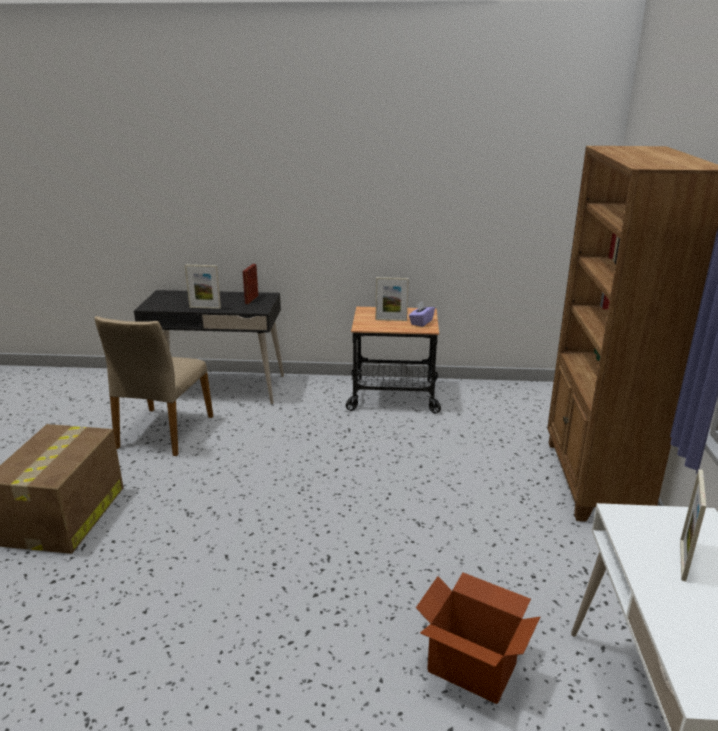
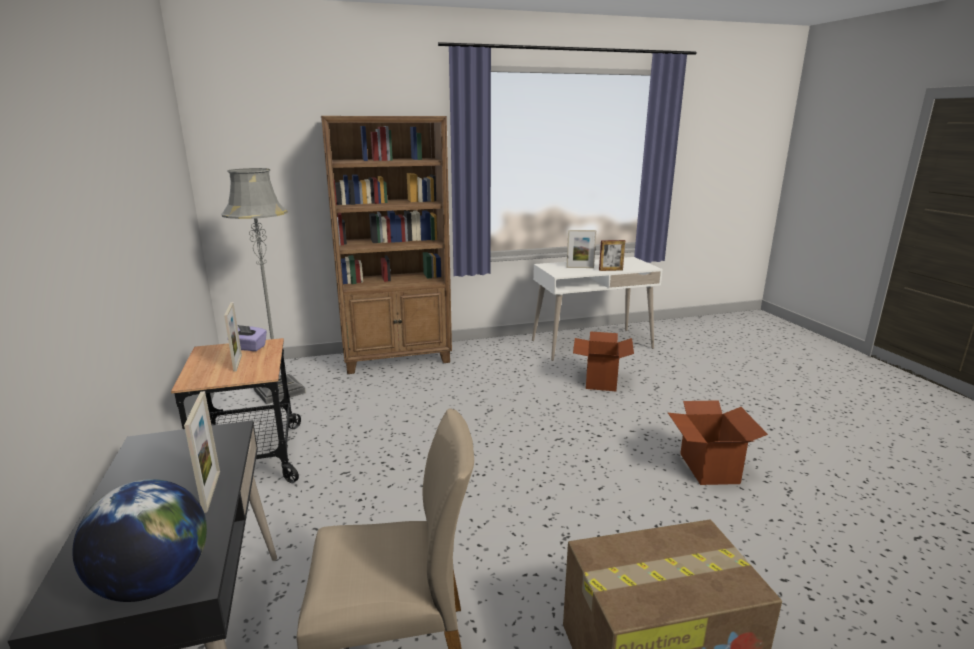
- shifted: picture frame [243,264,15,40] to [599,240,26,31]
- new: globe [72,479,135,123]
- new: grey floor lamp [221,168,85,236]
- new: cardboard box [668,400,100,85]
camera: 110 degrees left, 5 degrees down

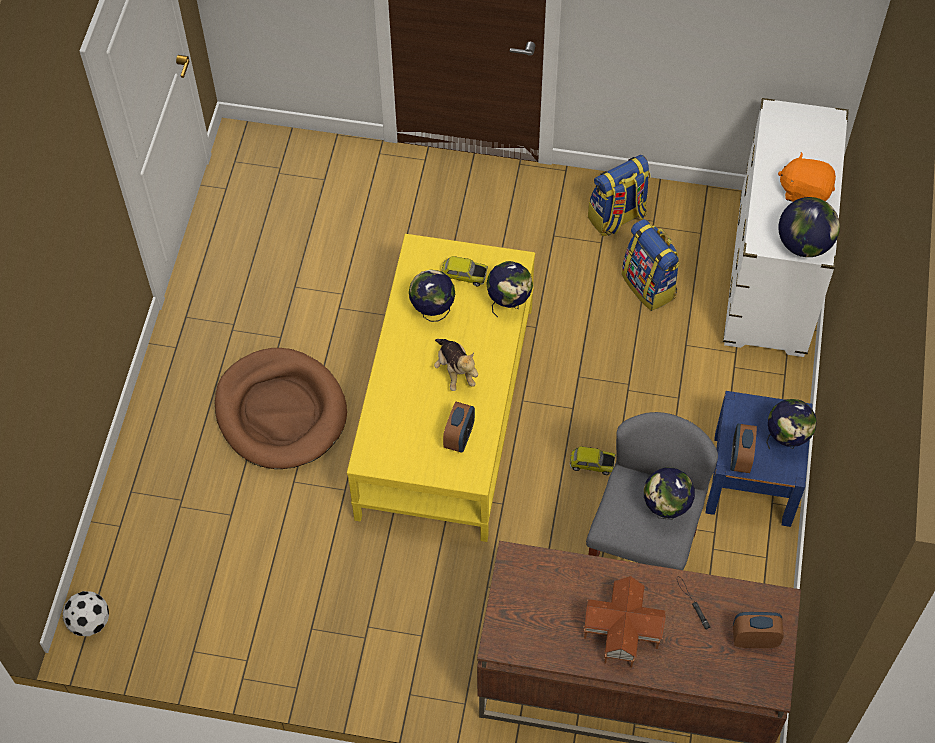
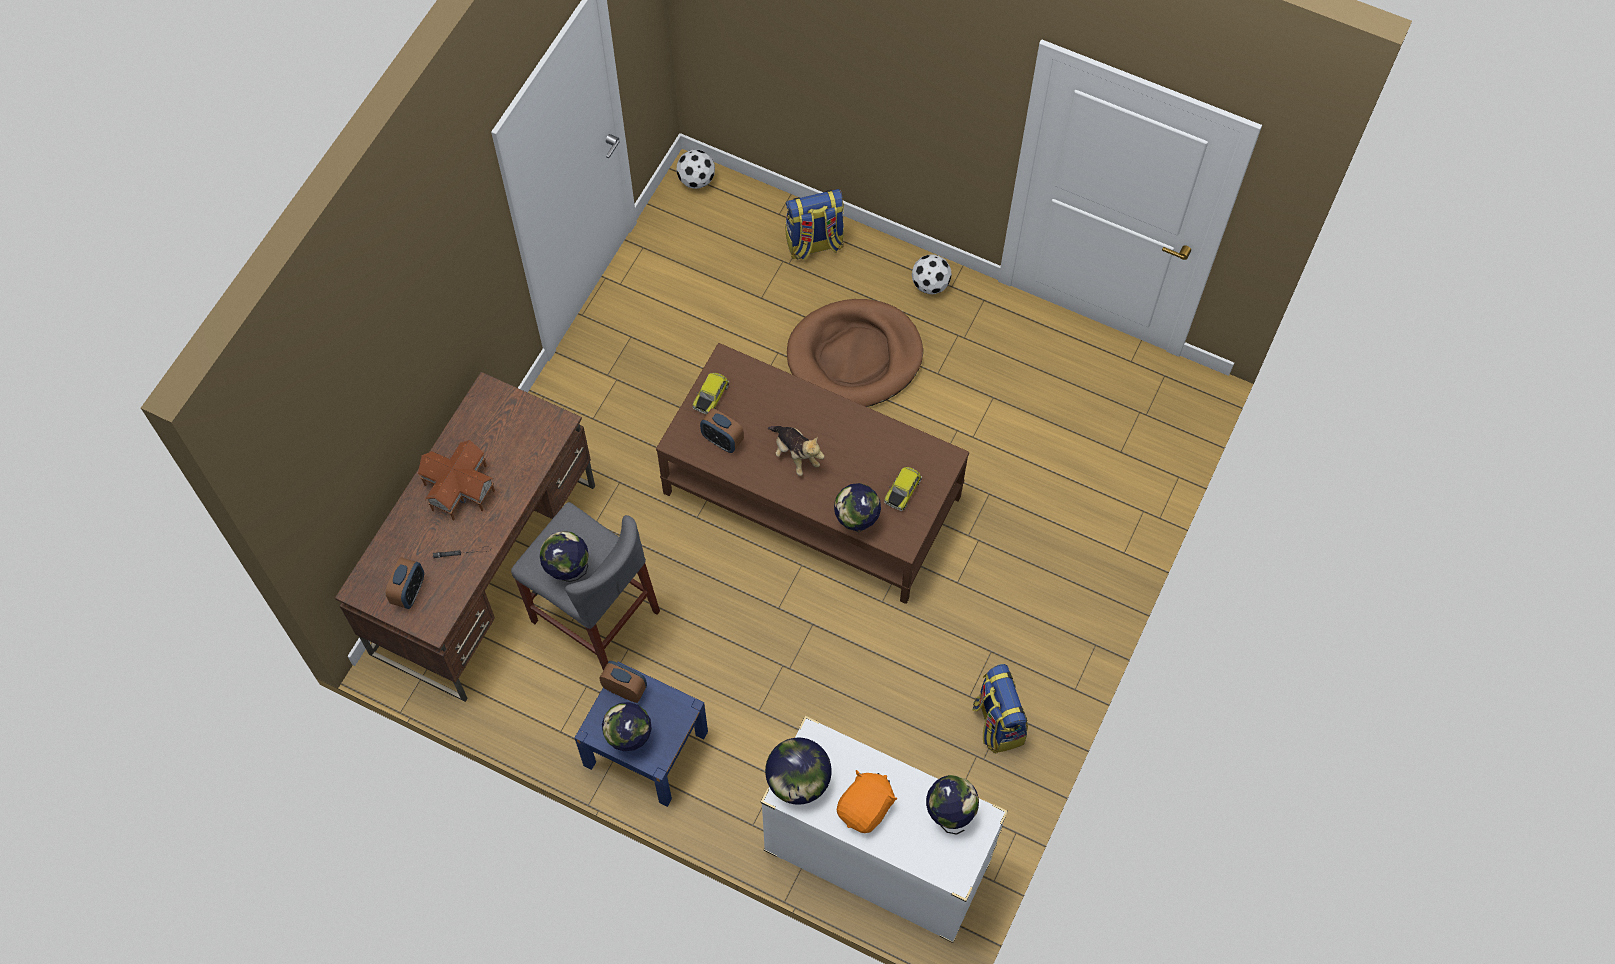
- repainted: yellow coffee table [347,234,188,308] to brown coffee table [656,343,313,261]
- shifted: globe [409,270,46,52] to [926,775,53,60]
- rotated: plush toy [434,339,44,52] = [768,426,57,50] 120 degrees counterclockwise
- shifted: toy car [570,446,46,29] to [692,373,37,42]
- shifted: backpack [622,219,59,92] to [785,189,59,72]
- new: football [912,255,40,39]
camera: 105 degrees right, 5 degrees up

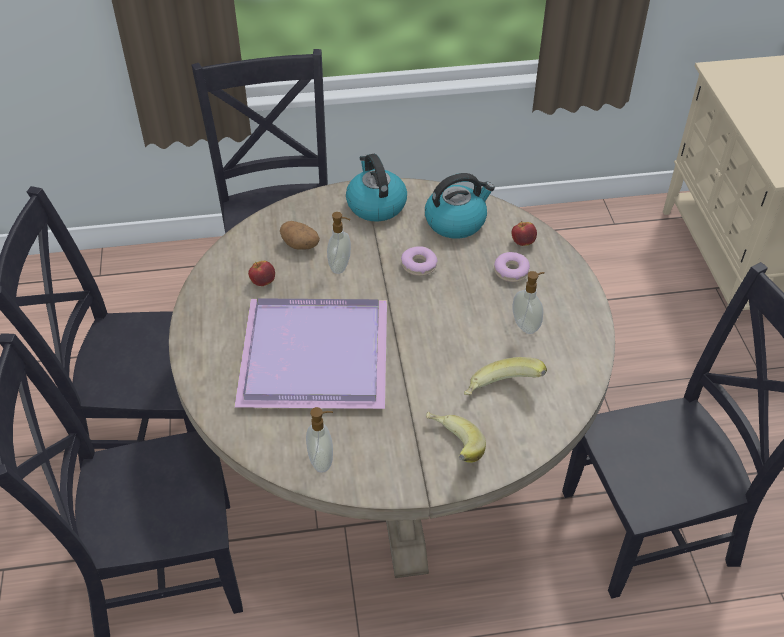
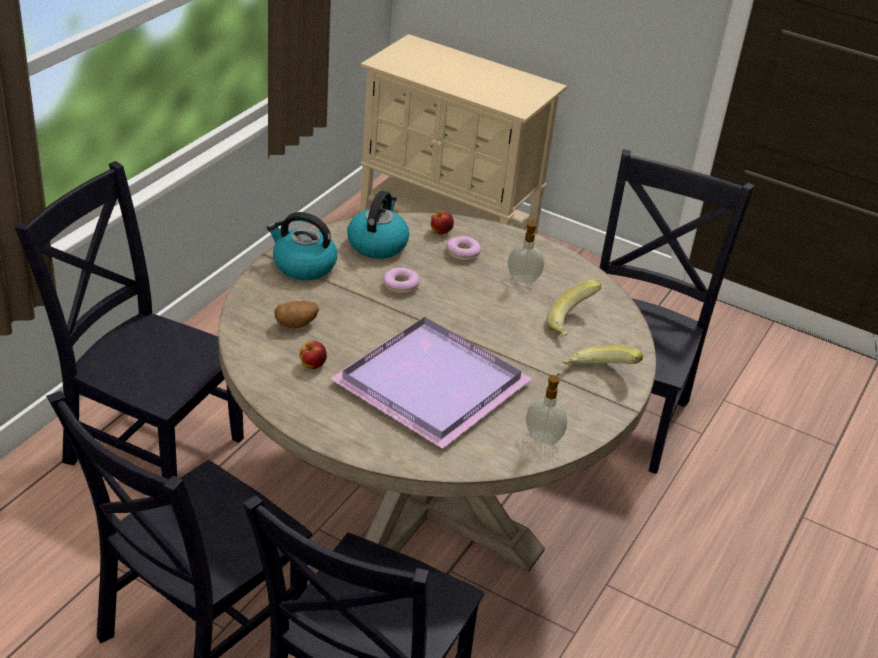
- gone: soap dispenser [327,212,24,62]
camera: 55 degrees left, 10 degrees down

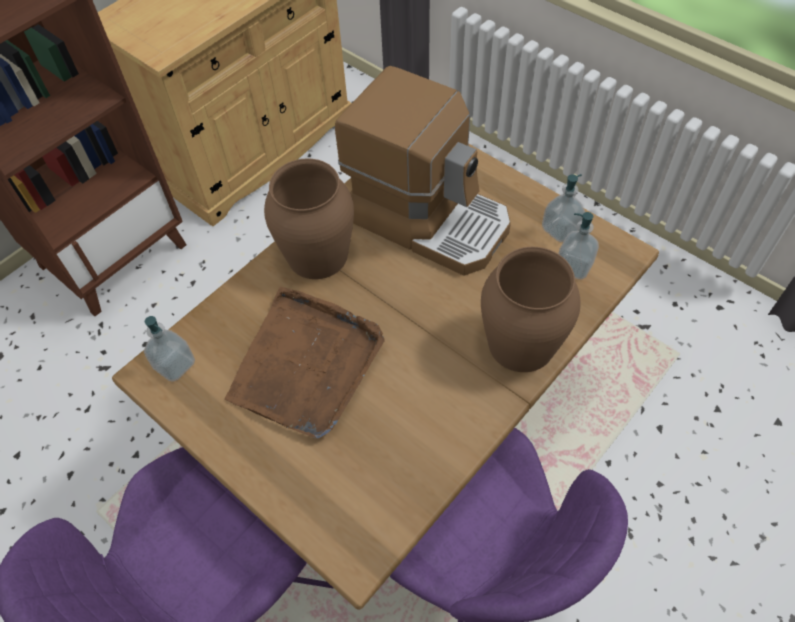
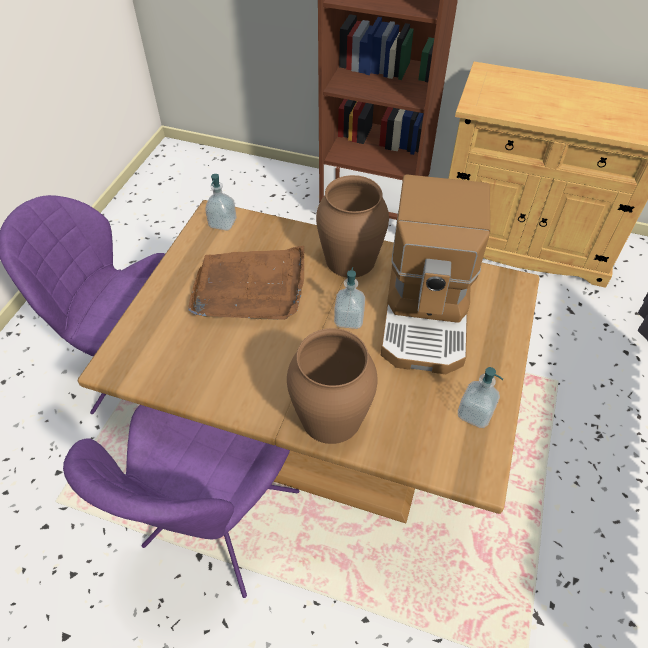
- shifted: soap dispenser [558,212,41,67] to [334,267,31,62]
camera: 65 degrees right, 5 degrees down

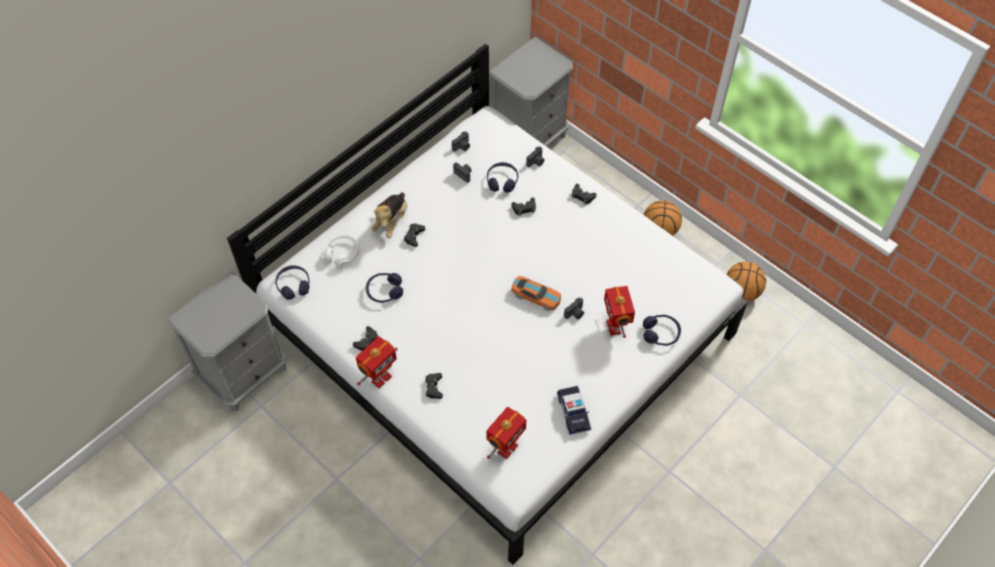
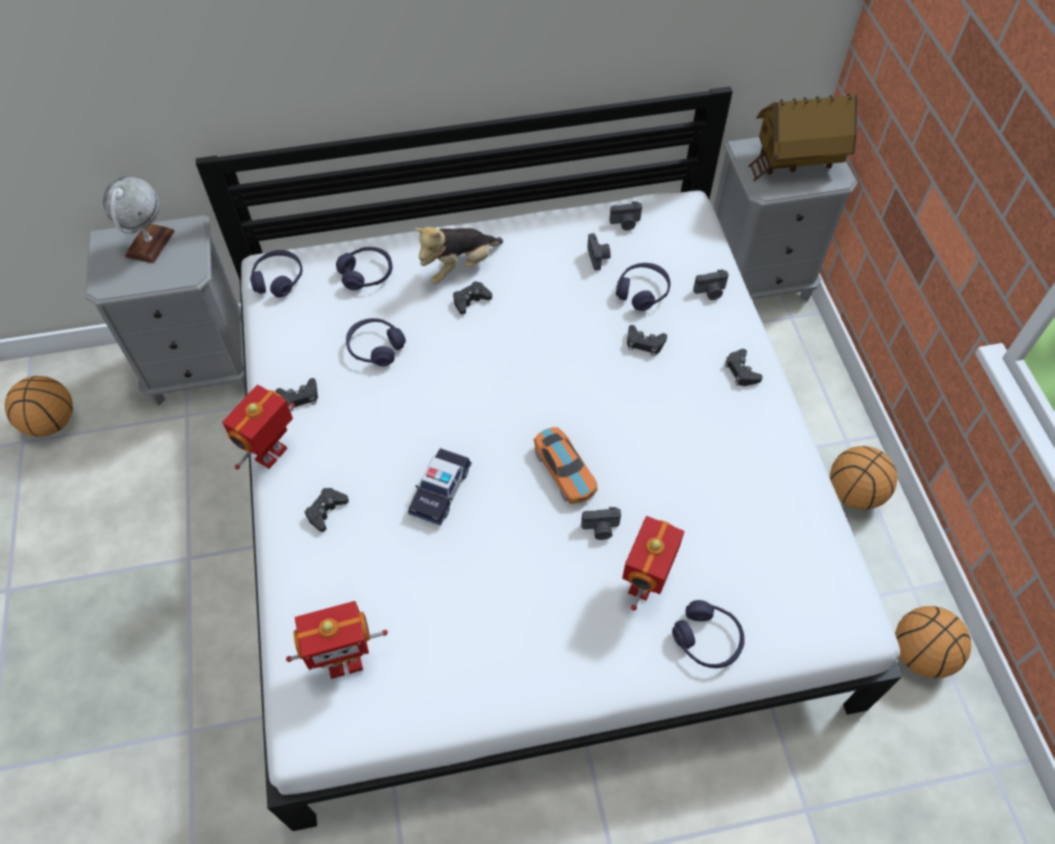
- repainted: white headphones [324,235,36,33] to purple headphones [336,247,57,43]
- rotated: toy robot [356,336,42,53] = [222,385,73,84] 135 degrees clockwise
- shifted: toy car [557,386,34,49] to [408,448,64,78]
- new: basketball [4,376,69,61]
- new: globe [103,177,72,86]
- new: toy house [748,94,109,87]
camera: 35 degrees right, 0 degrees up

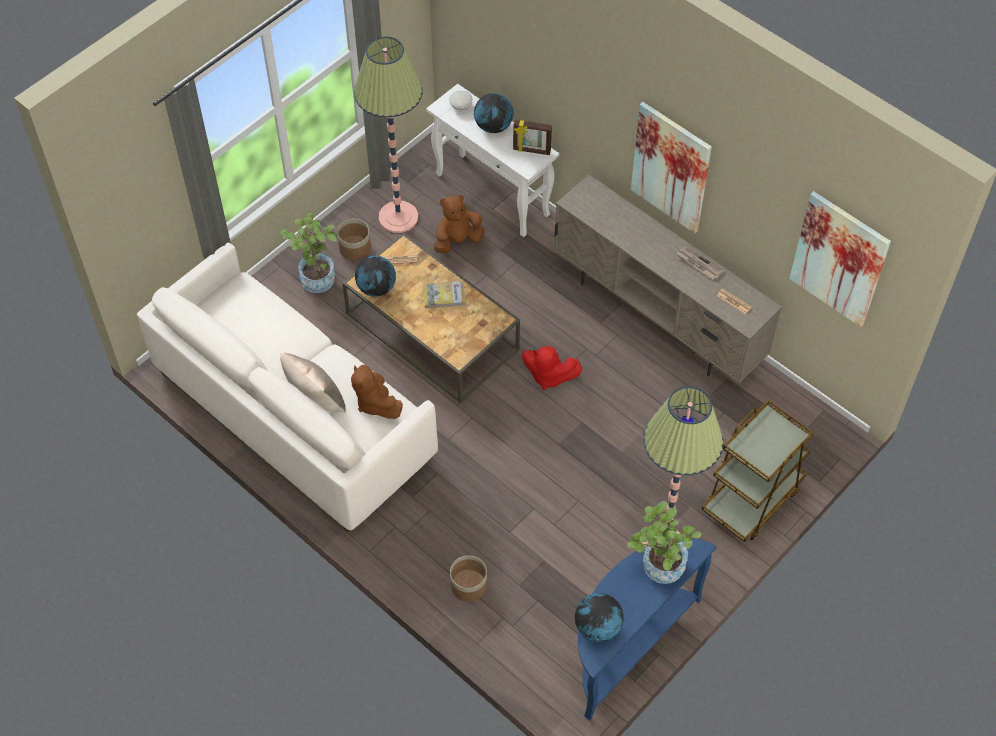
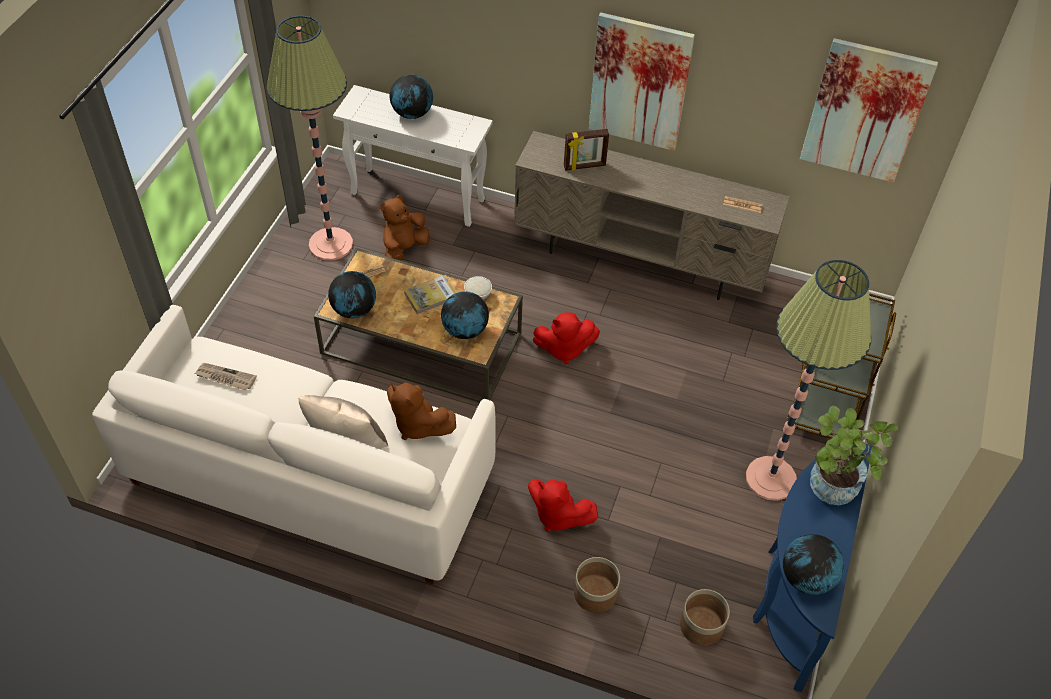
- gone: potted plant [280,213,57,80]
- shifted: planter [337,219,34,41] to [680,589,50,57]
- shifted: white bowl [449,90,24,20] to [464,276,28,23]
- shifted: picture frame [513,120,39,35] to [564,129,45,42]
- shifted: newspaper [676,247,48,32] to [194,363,63,27]
- new: globe [441,291,48,48]
- new: red plush toy [528,479,70,53]
camera: 25 degrees left, 5 degrees down

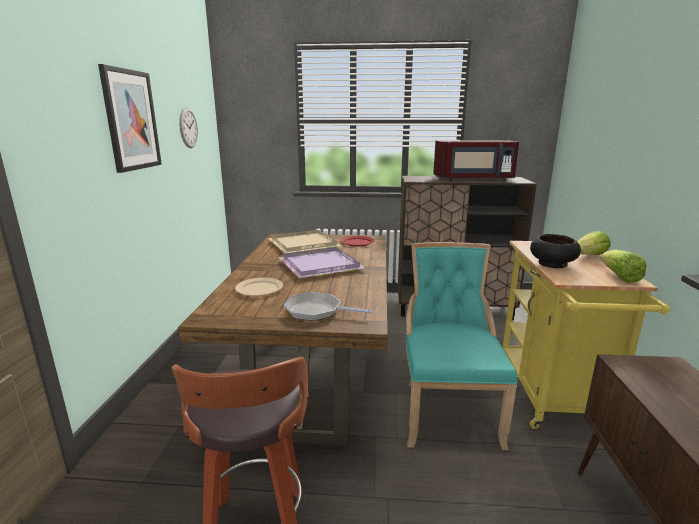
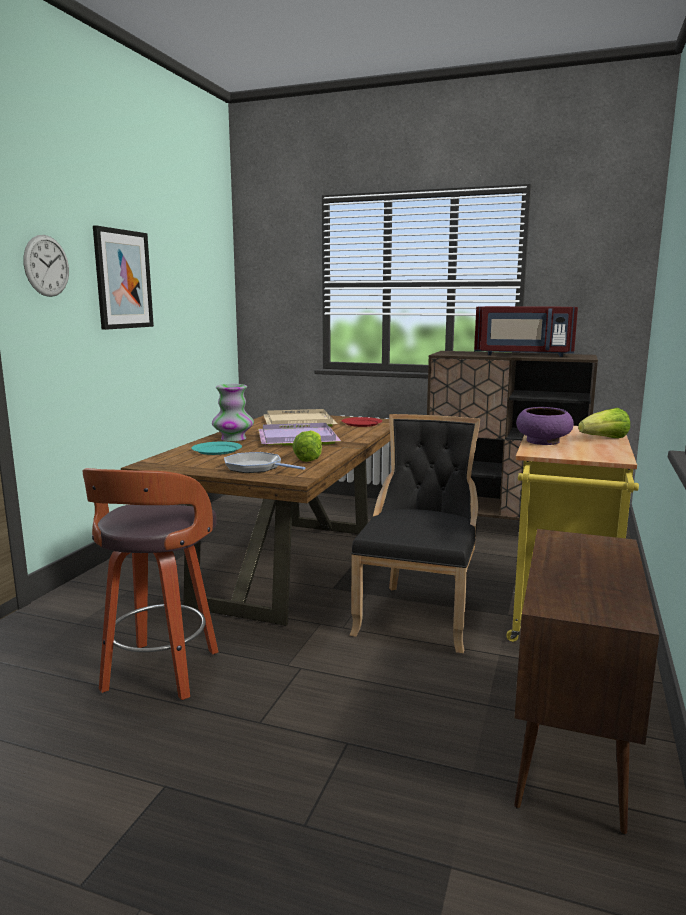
- shifted: wall clock [179,107,19,41] to [23,235,46,62]
- repainted: beige plate [235,278,48,18] to turquoise plate [191,442,51,13]
- repainted: turquoise chair [406,242,111,208] to black chair [349,414,131,239]
- repainted: black bowl [530,234,51,34] to purple bowl [516,407,58,38]
- shifted: lettuce [600,250,47,33] to [292,431,30,31]
- new: vase [212,384,42,57]
camera: 15 degrees right, 5 degrees down

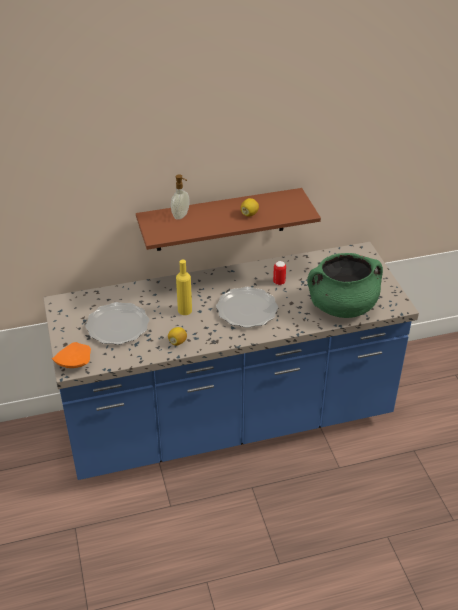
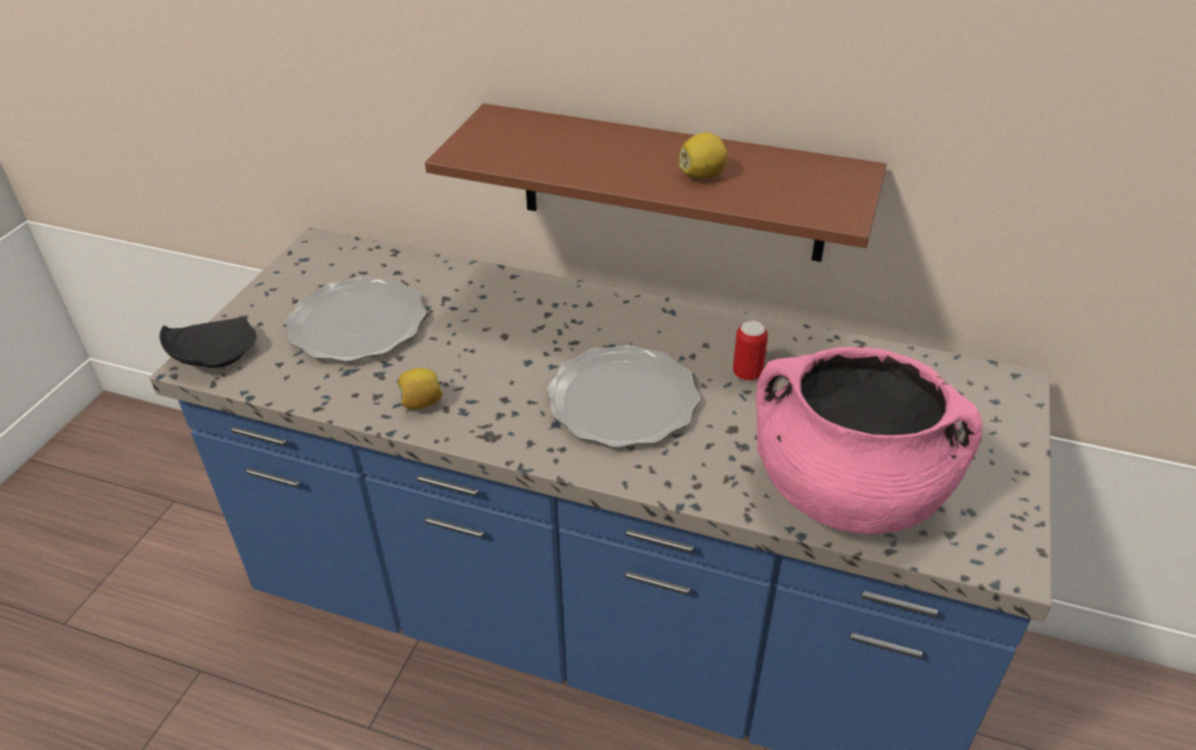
- repainted: orange plate [52,342,39,26] to black plate [159,318,98,50]
- gone: soap dispenser [171,174,19,46]
- gone: yellow bottle [176,259,16,56]
- repainted: green cooking pot [307,253,76,65] to pink cooking pot [756,347,227,187]
camera: 35 degrees right, 0 degrees up

